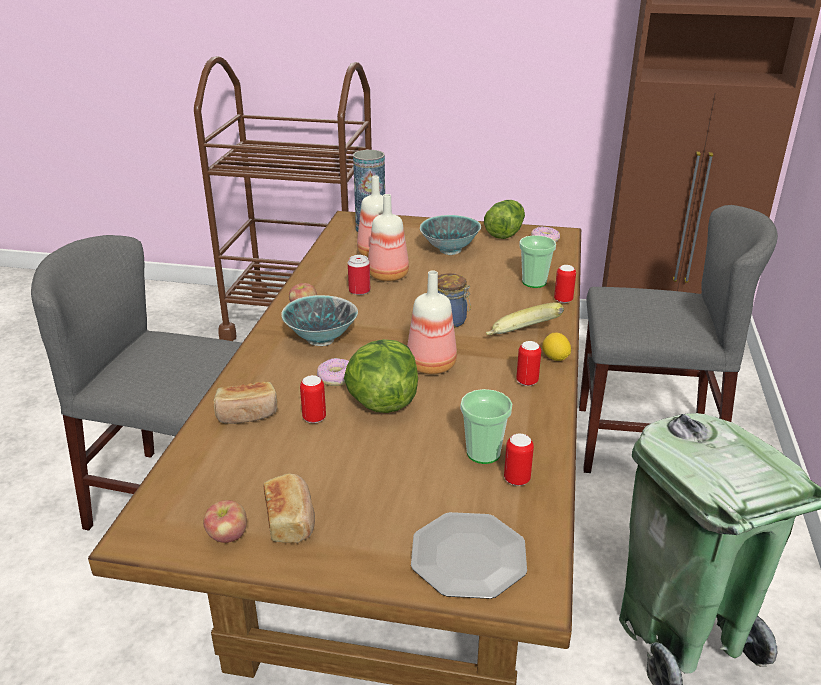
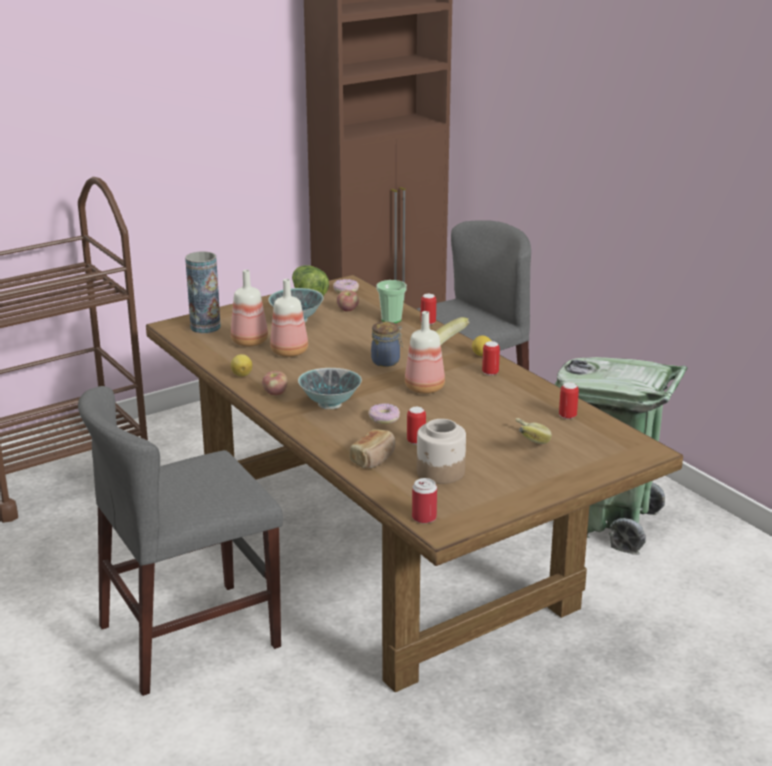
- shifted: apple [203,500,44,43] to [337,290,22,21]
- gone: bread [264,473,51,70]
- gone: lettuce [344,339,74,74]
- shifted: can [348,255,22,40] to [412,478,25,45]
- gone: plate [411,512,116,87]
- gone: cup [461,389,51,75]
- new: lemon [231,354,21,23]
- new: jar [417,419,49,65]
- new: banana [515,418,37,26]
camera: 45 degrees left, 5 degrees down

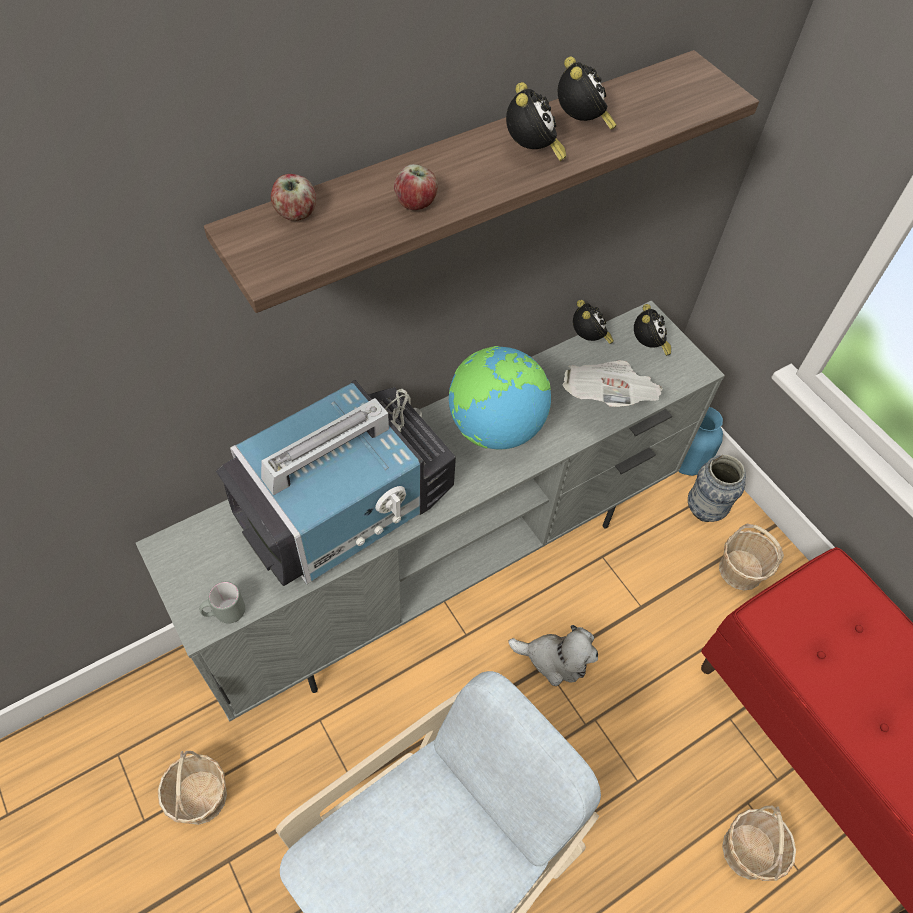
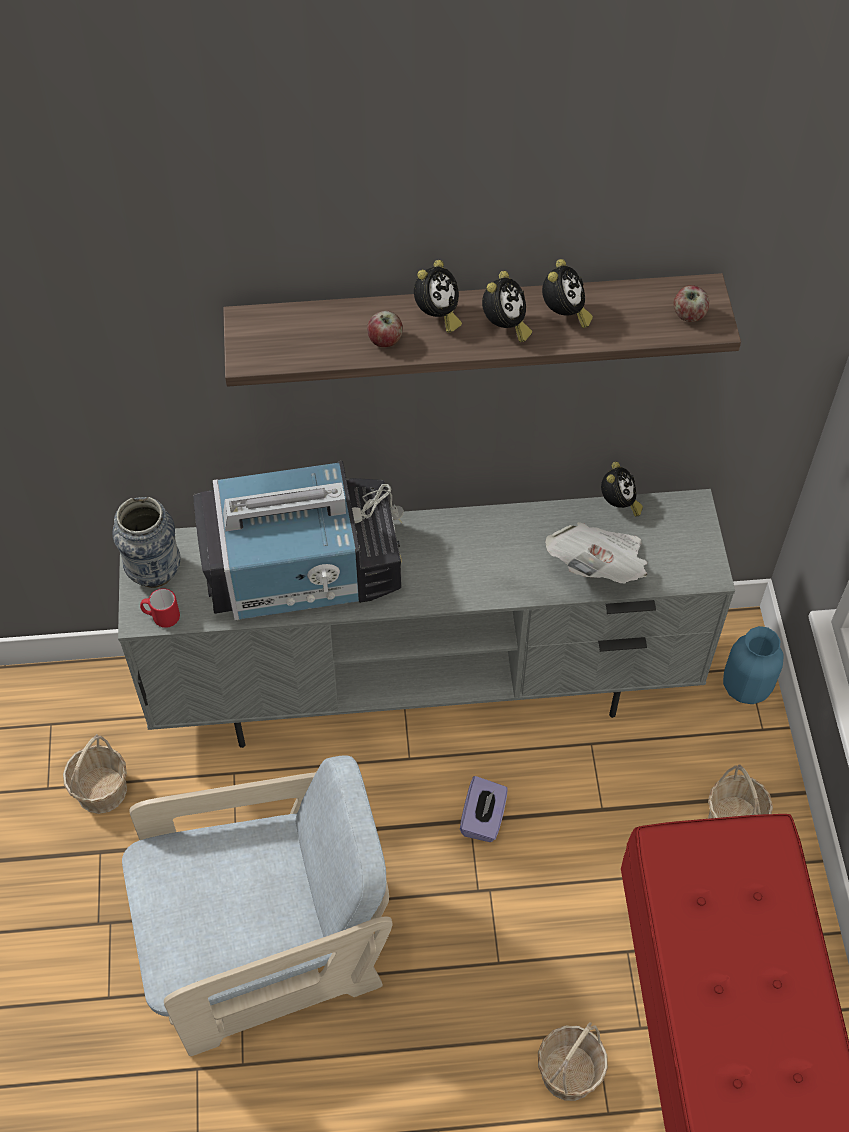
- repainted: grey mug [199,581,46,43] to red mug [140,588,40,40]
- shifted: apple [271,174,45,47] to [674,285,35,37]
- gone: globe [449,346,102,104]
- swapped: plush toy [508,625,90,61] to purple tissue box [460,776,48,66]
- shifted: alarm clock [634,304,37,52] to [414,260,48,73]
- shifted: vase [688,455,58,67] to [112,497,68,91]
camera: 30 degrees right, 0 degrees up

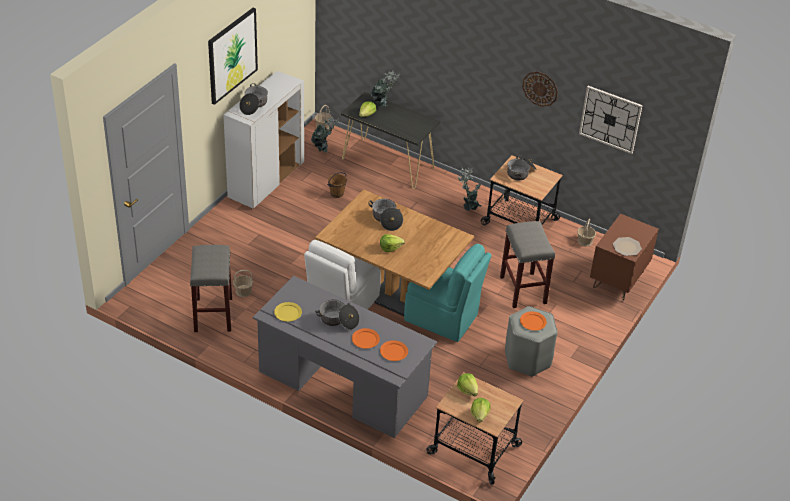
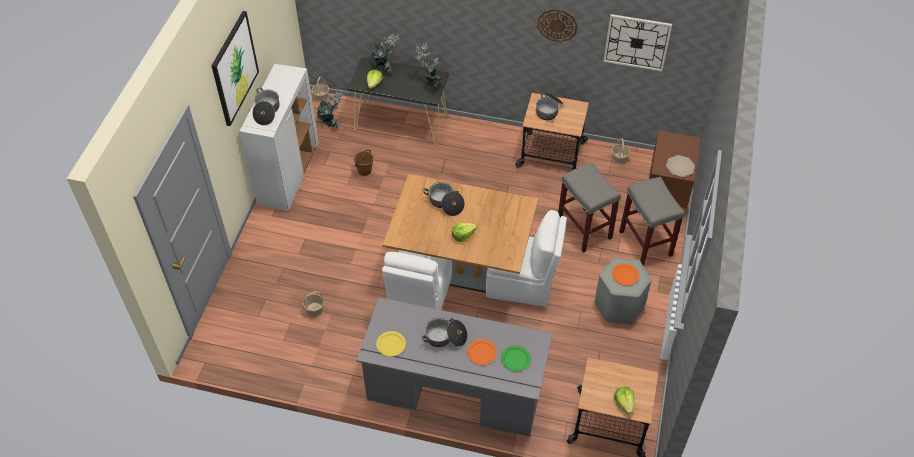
- shifted: grey stool [190,245,42,87] to [619,177,66,89]
- repainted: orange plate [380,340,28,21] to green plate [501,345,30,26]
- repainted: turquoise chair [404,244,88,98] to white chair [486,210,81,97]
- shifted: potted plant [457,167,24,44] to [414,43,30,45]
- gone: lettuce [457,373,21,23]
camera: 15 degrees left, 10 degrees up

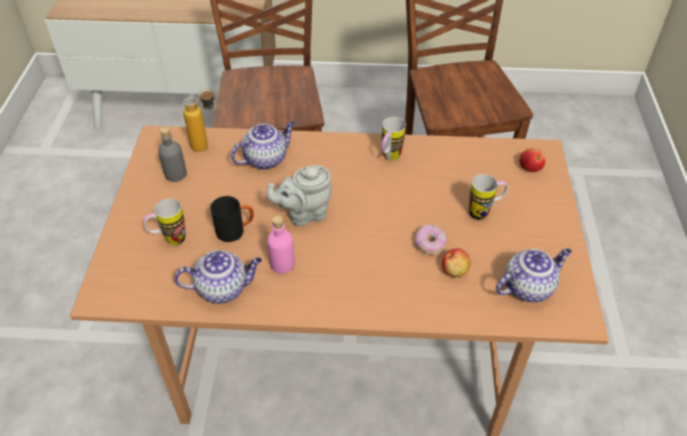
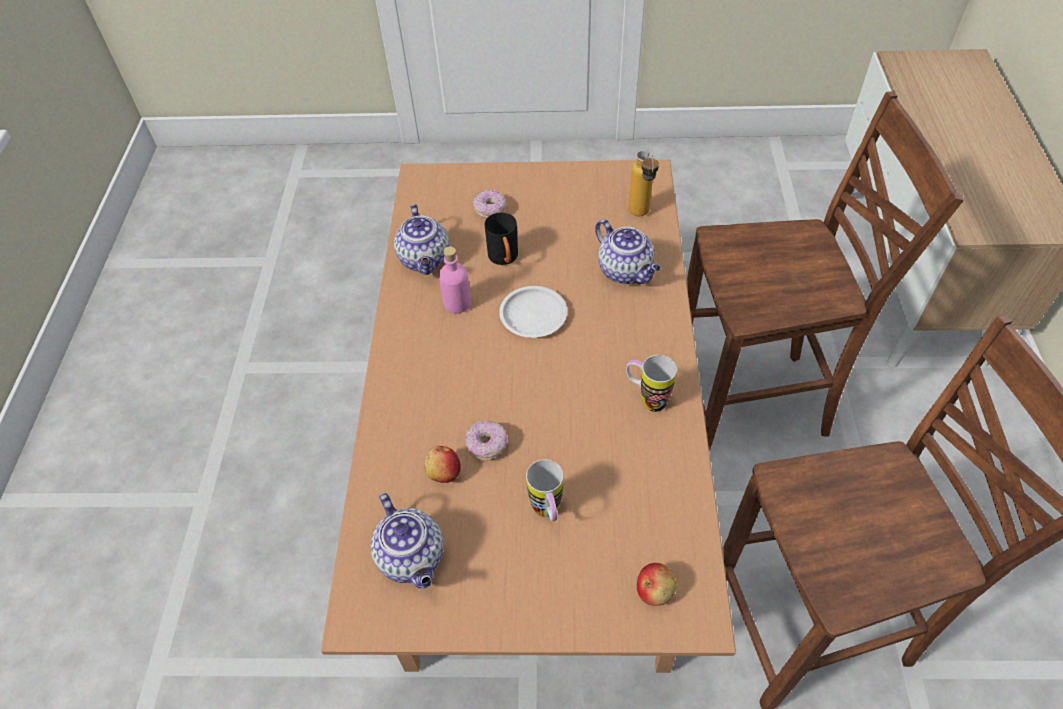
- swapped: mug [143,198,42,47] to donut [473,189,34,29]
- gone: grey bottle [158,127,29,55]
- swapped: grey teapot [266,165,66,61] to white plate [499,286,68,52]
camera: 90 degrees right, 5 degrees up

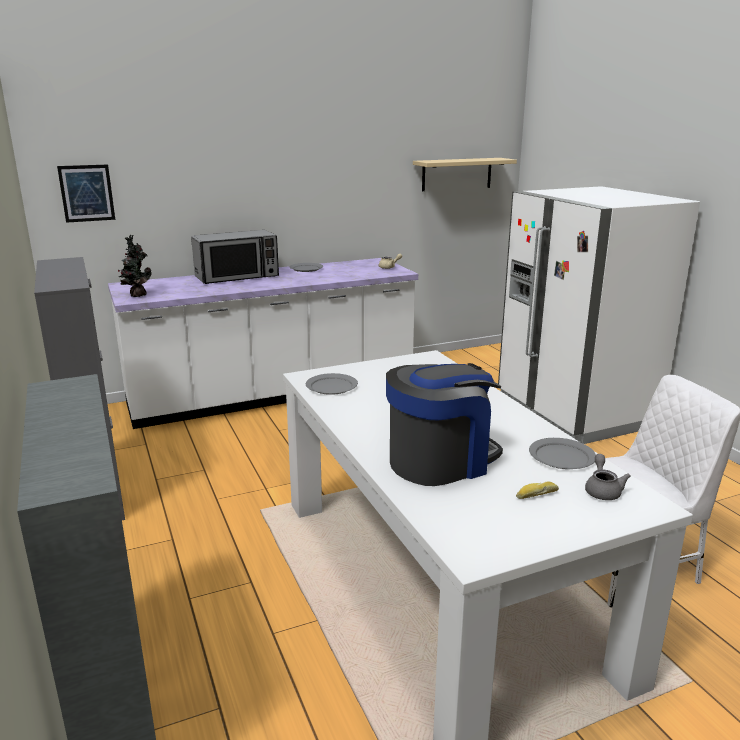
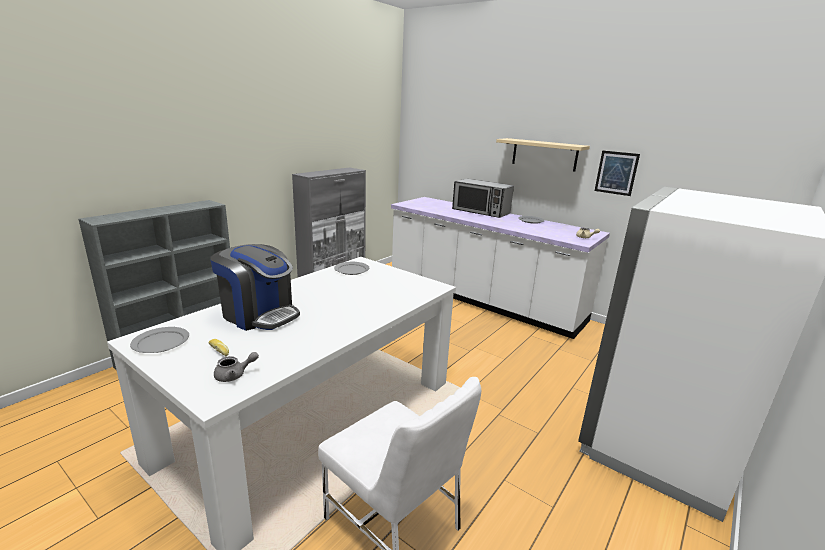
- shifted: picture [57,165,58,58] to [595,150,45,46]
- gone: potted plant [118,235,34,62]
- shifted: beige shelf [413,158,104,33] to [496,138,94,33]
- shifted: grey plate [529,438,67,31] to [130,327,59,26]
camera: 60 degrees right, 0 degrees up

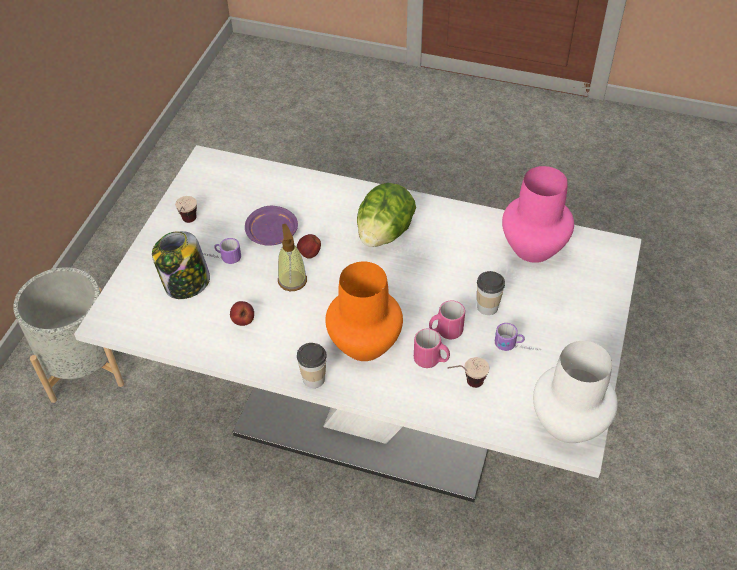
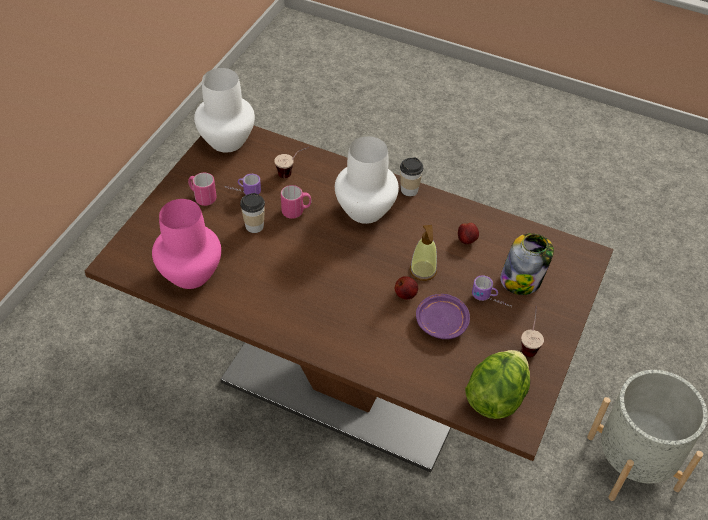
- repainted: white dining table [74,145,568,357] to brown dining table [85,126,529,347]
- repainted: orange vase [325,261,78,100] to white vase [335,136,64,88]
- shifted: lettuce [357,183,59,64] to [465,350,65,69]
- shifted: pink mug [414,329,36,39] to [188,173,29,33]
camera: 175 degrees left, 0 degrees up

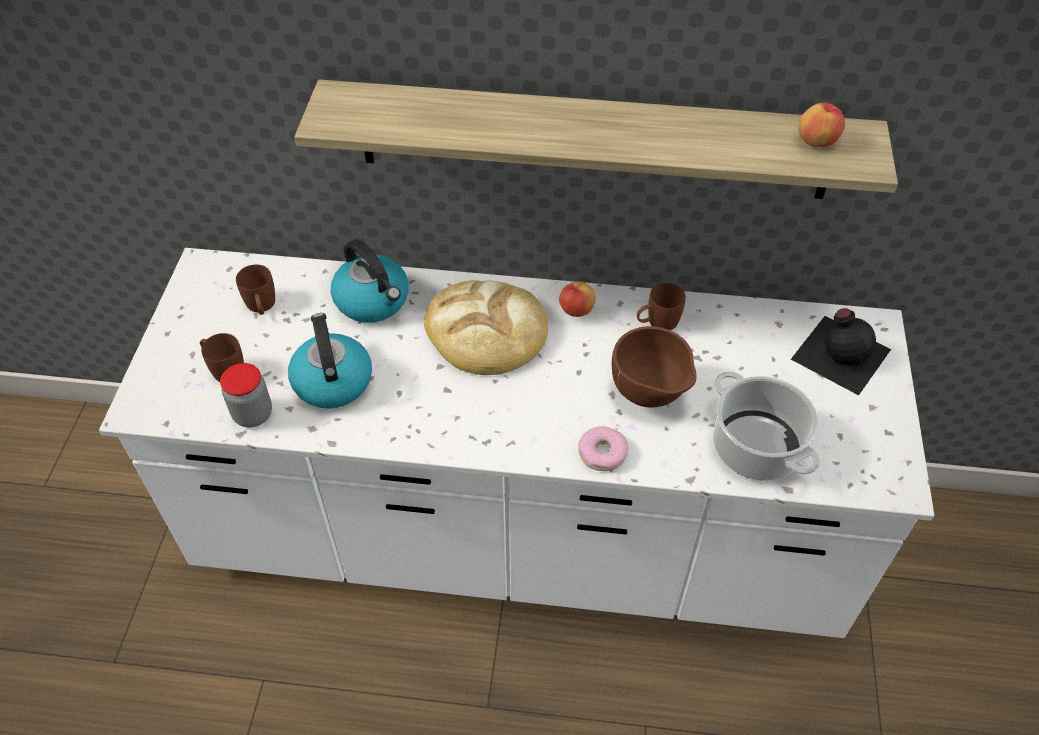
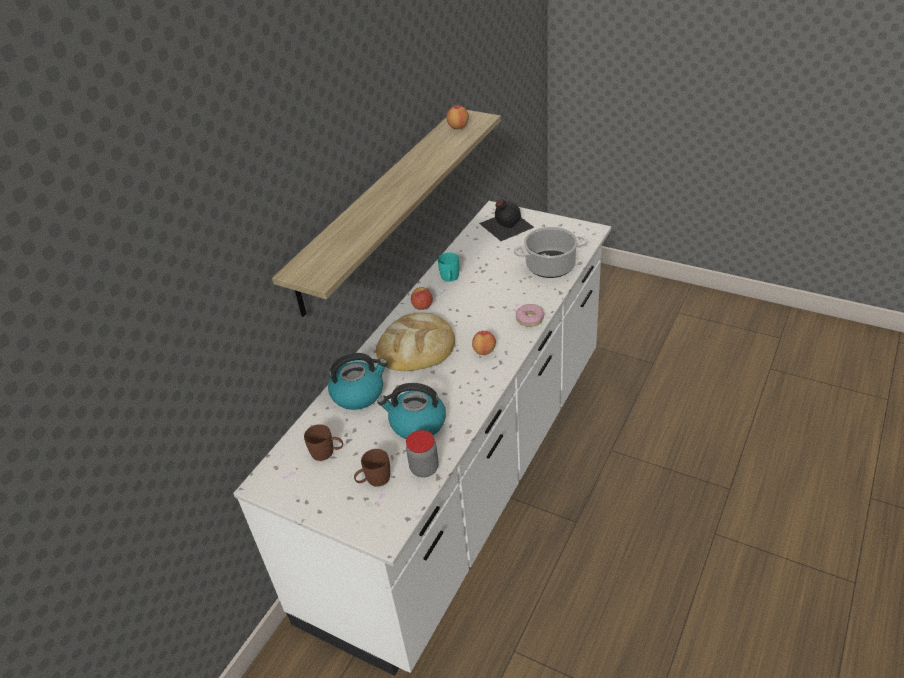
- gone: brown bowl [612,326,84,81]
- repainted: brown mug [637,283,49,47] to turquoise mug [438,252,21,30]
- new: apple [472,331,24,24]
camera: 65 degrees left, 10 degrees down

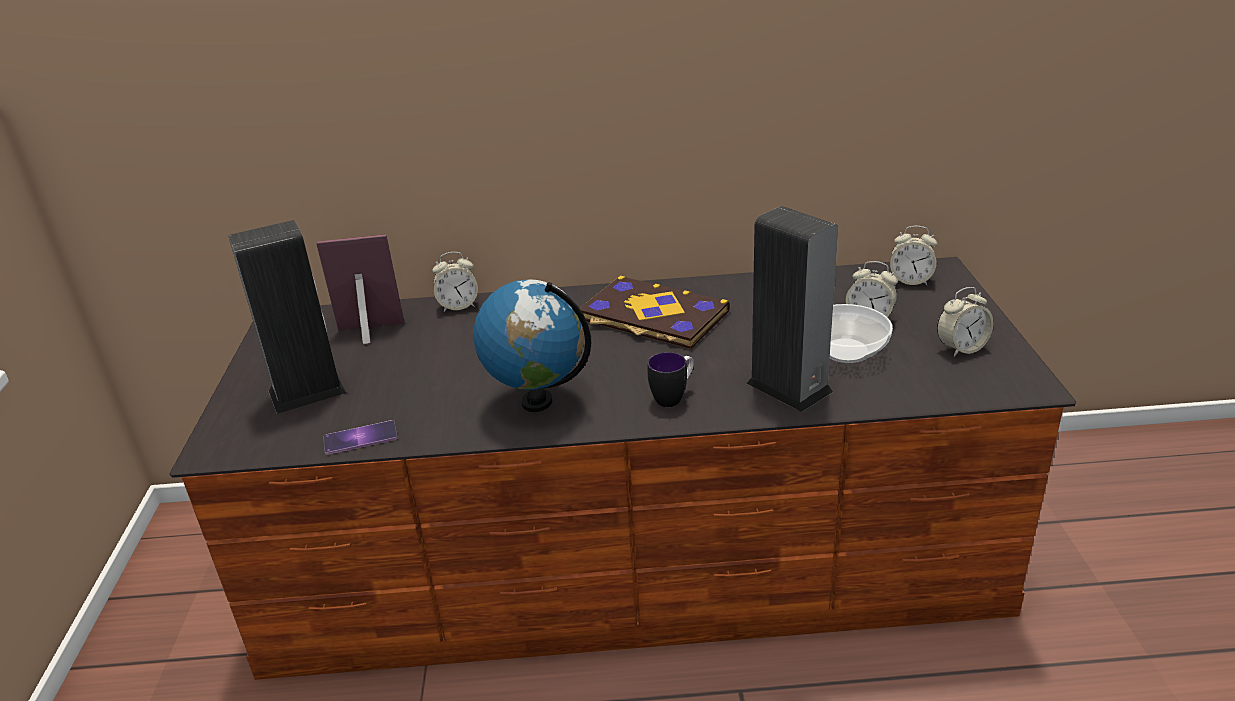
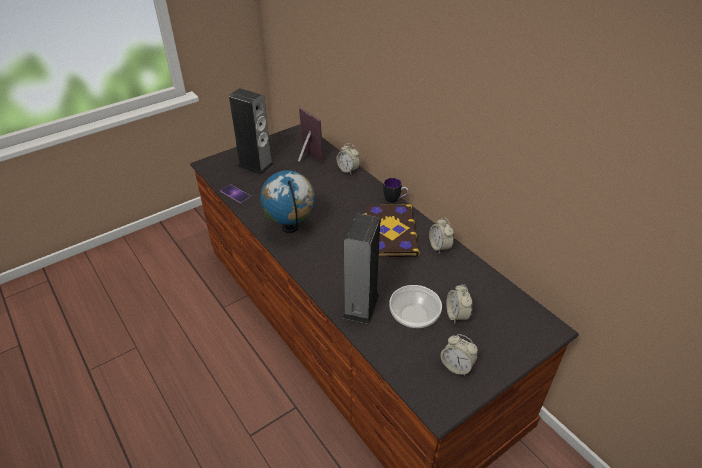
- shifted: mug [648,352,46,55] to [383,178,25,25]
- shifted: alarm clock [890,226,47,59] to [429,217,25,37]
camera: 55 degrees right, 10 degrees up

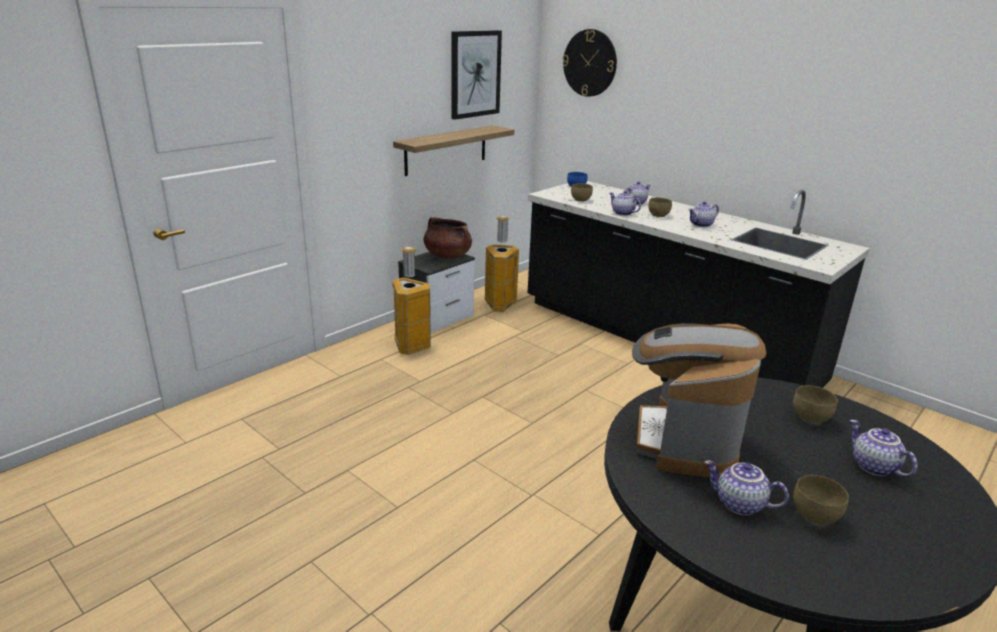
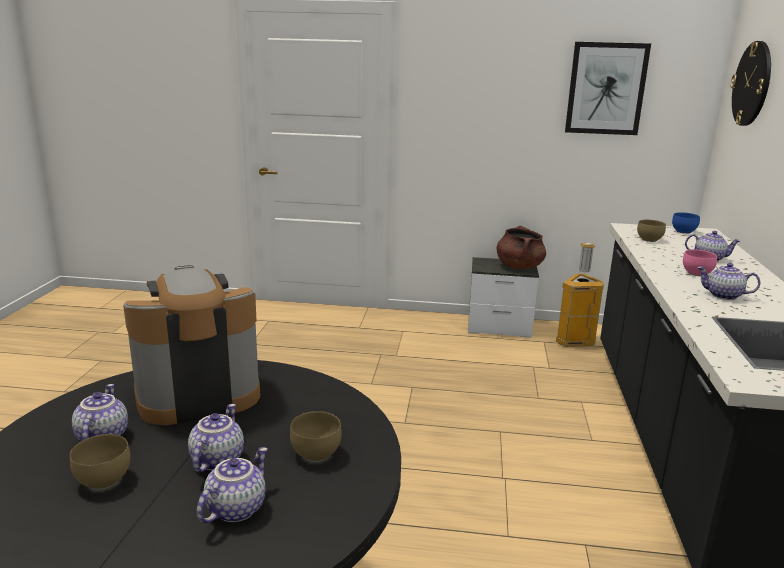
- gone: trash can [392,247,39,108]
- gone: shelf [393,125,121,51]
- shifted: teapot [610,191,31,25] to [188,404,56,68]
- repainted: brown bowl [648,198,24,19] to pink bowl [683,250,34,26]
camera: 55 degrees right, 5 degrees down

